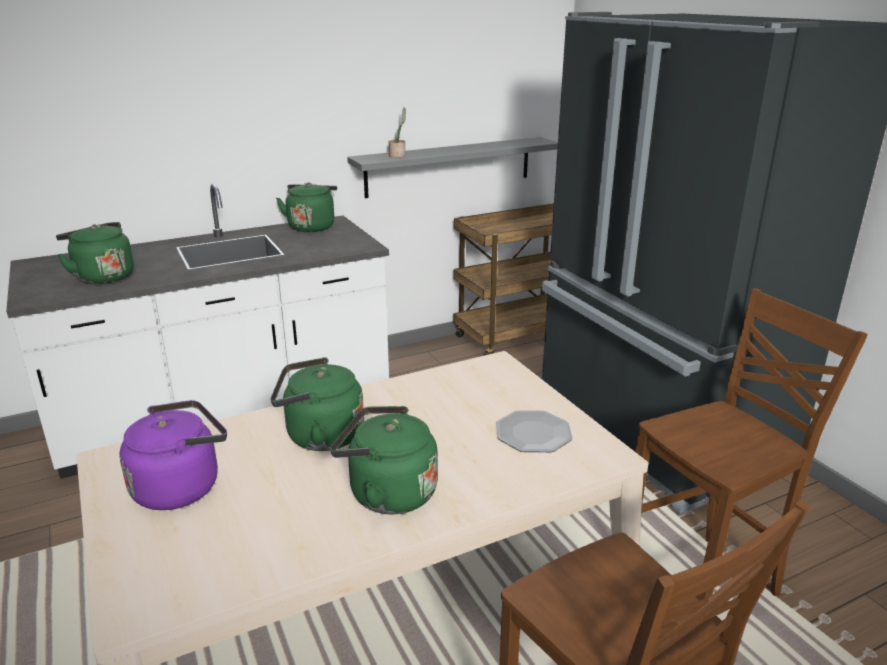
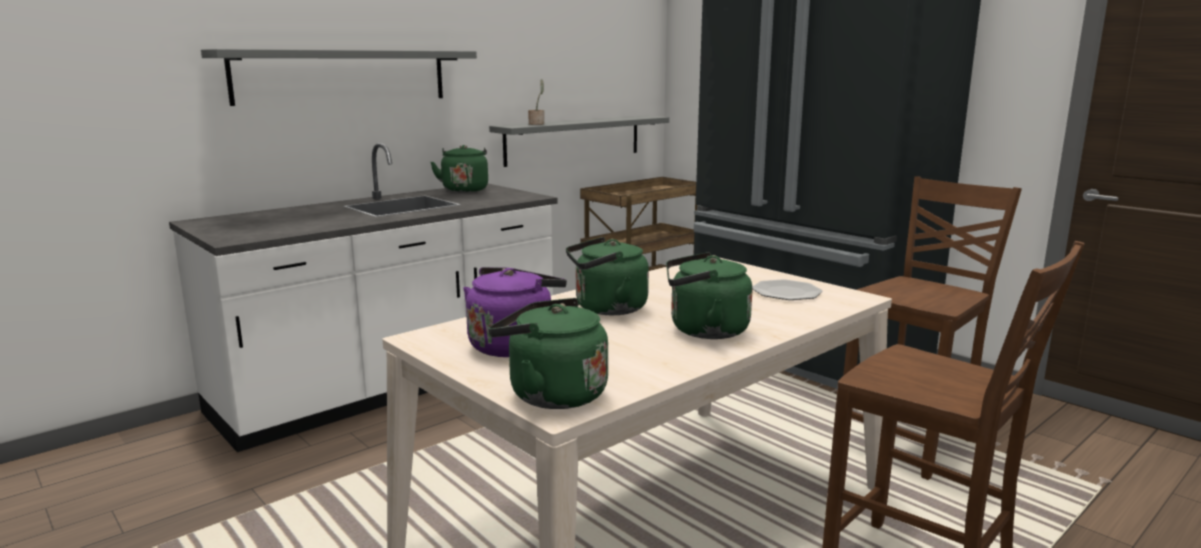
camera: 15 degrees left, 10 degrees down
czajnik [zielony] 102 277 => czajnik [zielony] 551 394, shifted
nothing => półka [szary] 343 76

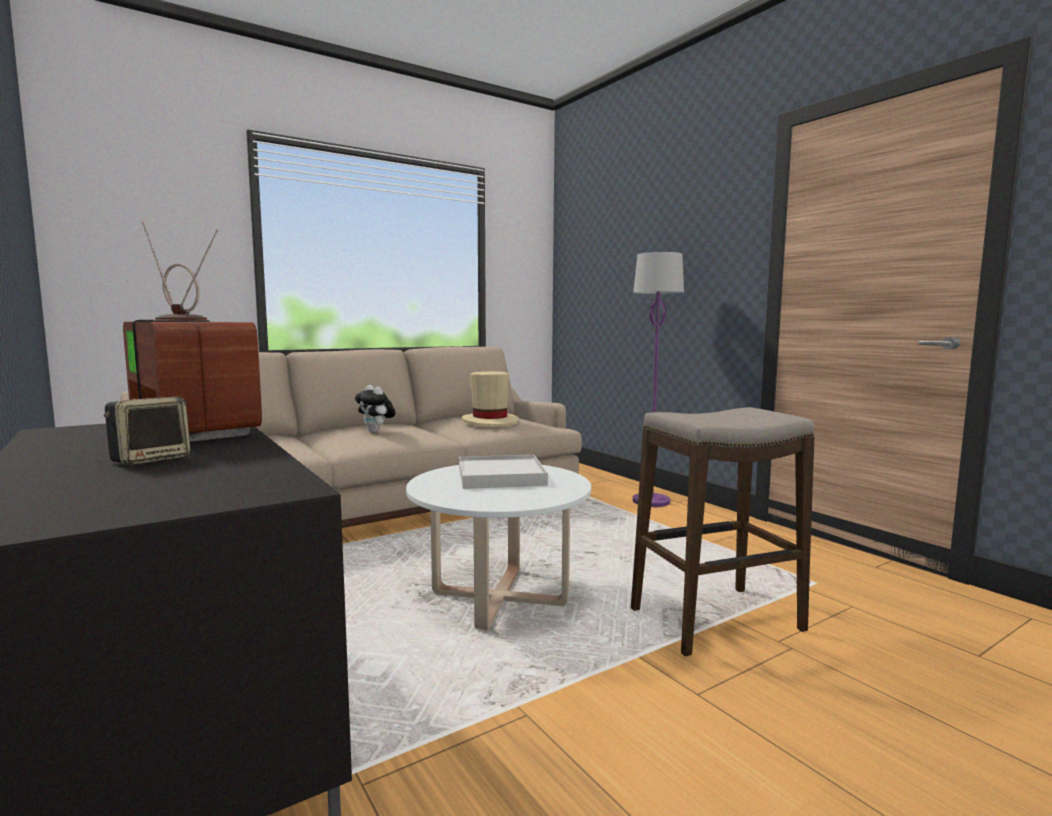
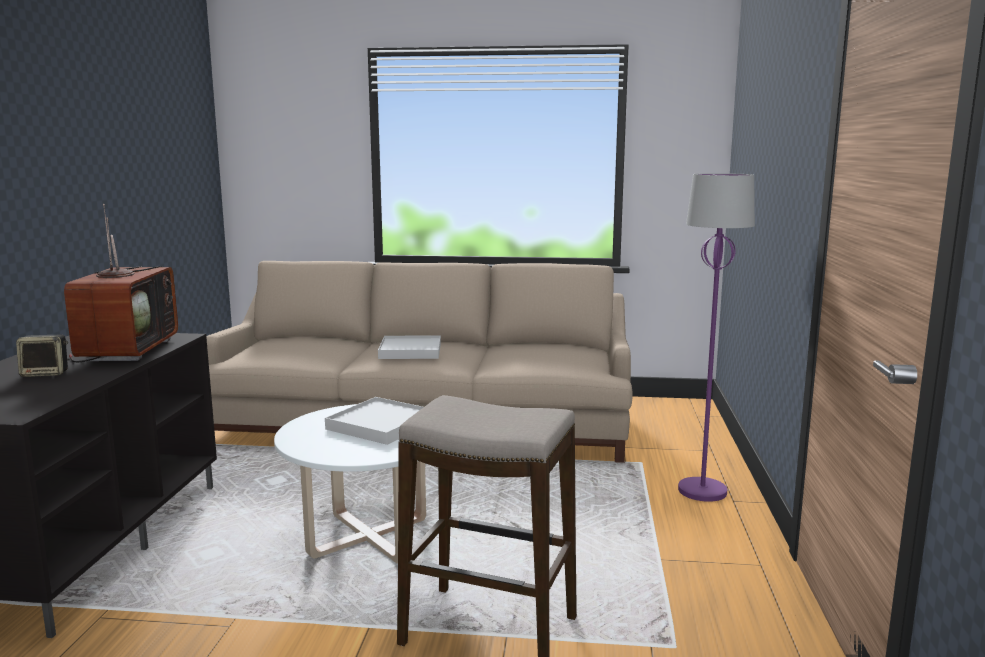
camera: 40 degrees right, 5 degrees up
kapelusz [beżowy] 490 422 => nothing
pluszak 376 432 => taca [biały] 410 351

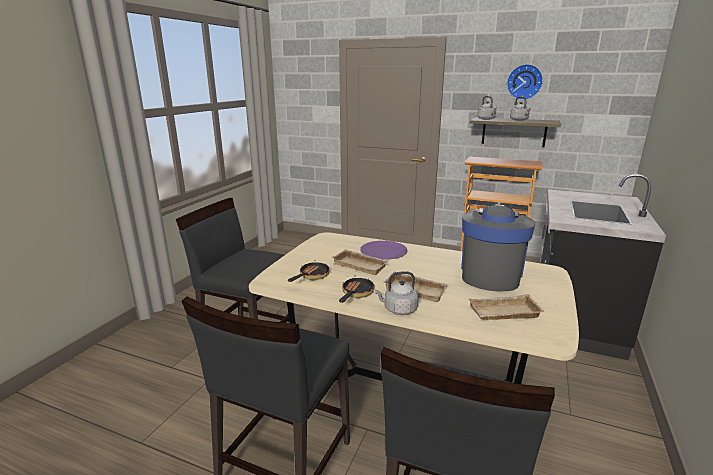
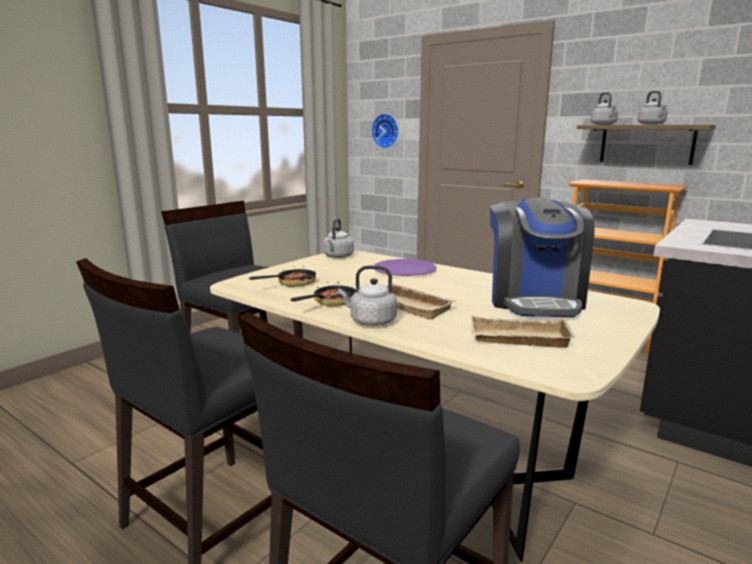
camera: 15 degrees right, 5 degrees down
zegar ścienny 524 82 => zegar ścienny 386 131, shifted
ekspres do kawy 490 274 => ekspres do kawy 534 300, 150 degrees clockwise
taca [beżowy] 361 265 => nothing
nothing => czajnik [szary] 338 256

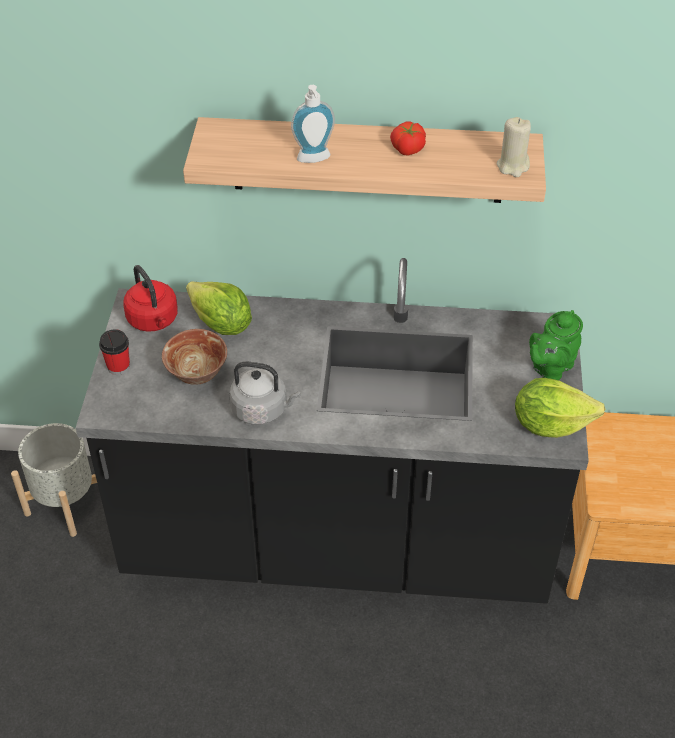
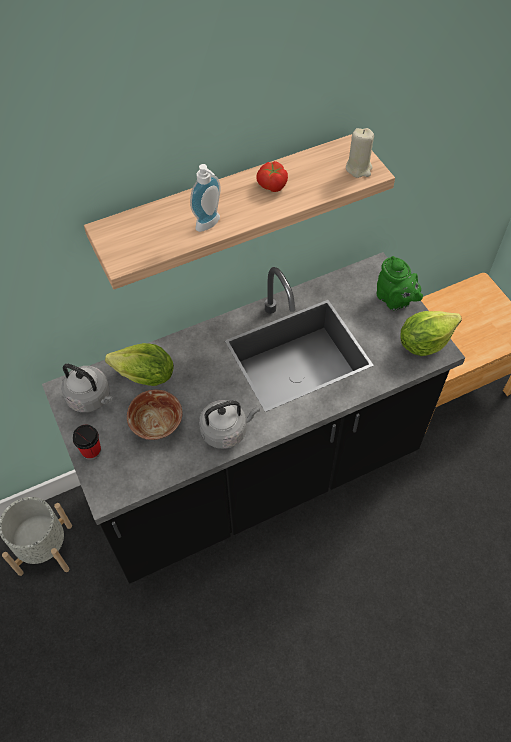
camera: 30 degrees left, 10 degrees up
czajnik [czerwony] 154 321 => czajnik [szary] 91 398
imbryk [zielony] 550 368 => imbryk [zielony] 395 300, 45 degrees counterclockwise

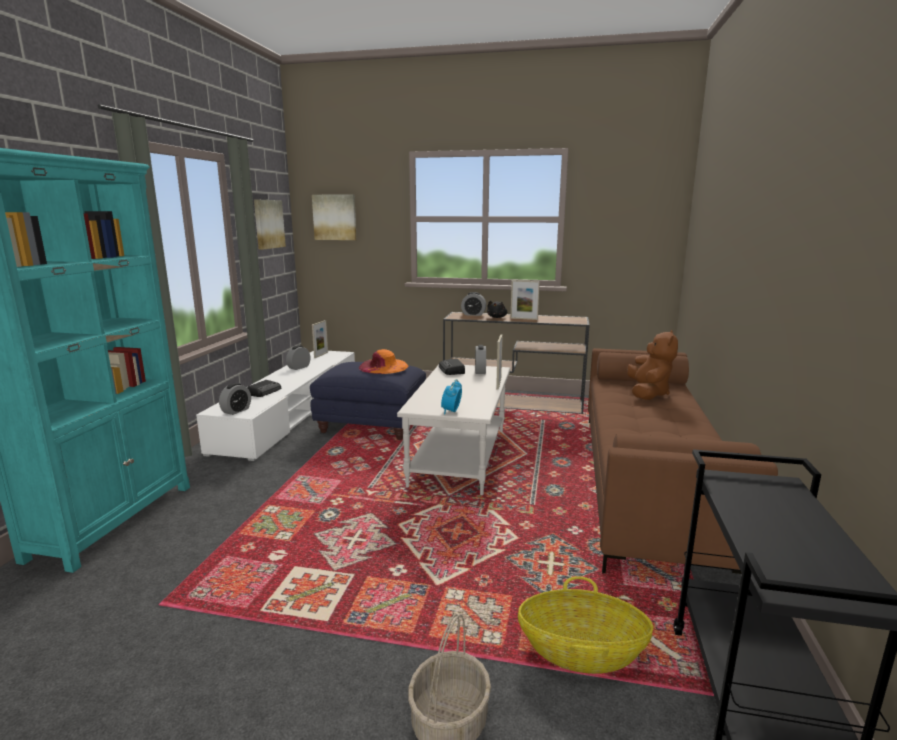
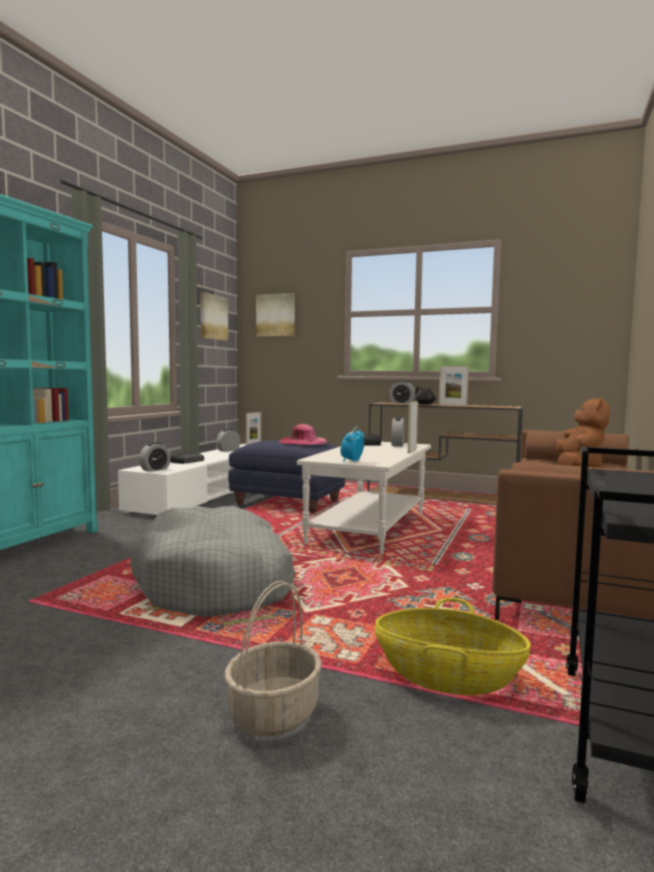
camera: 10 degrees right, 10 degrees down
kapelusz [pomarańczowy] 383 367 => kapelusz [różowy] 302 441
nothing => legowisko [szary] 216 583

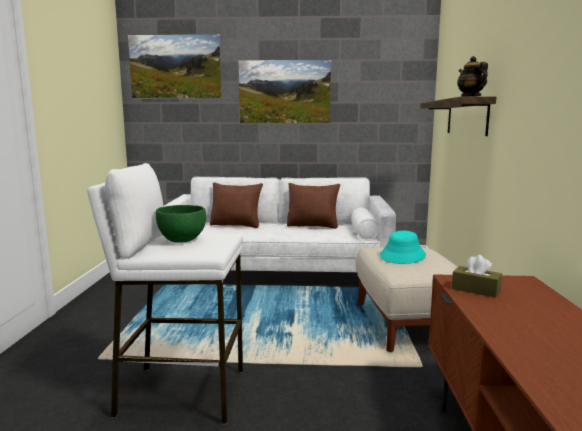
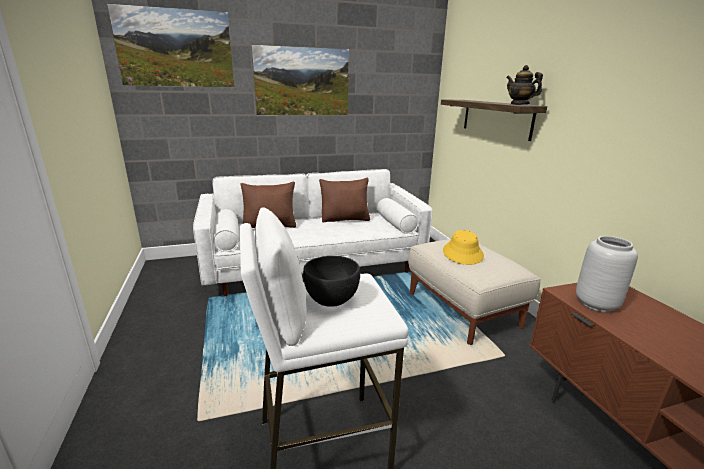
camera: 20 degrees left, 10 degrees up
miska [zielony] 182 240 => miska [czarny] 331 300
kapelusz [turkusowy] 403 256 => kapelusz [żółty] 463 253
pudełko chusteczek [brązowy] 475 289 => wazon [szary] 595 304

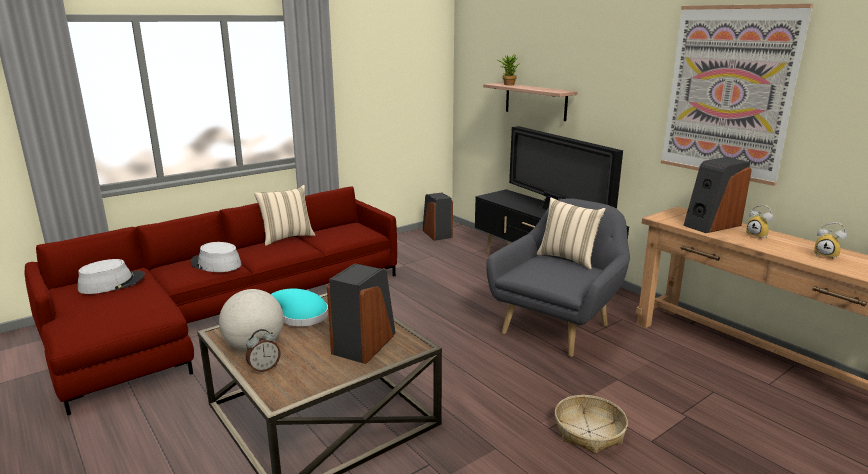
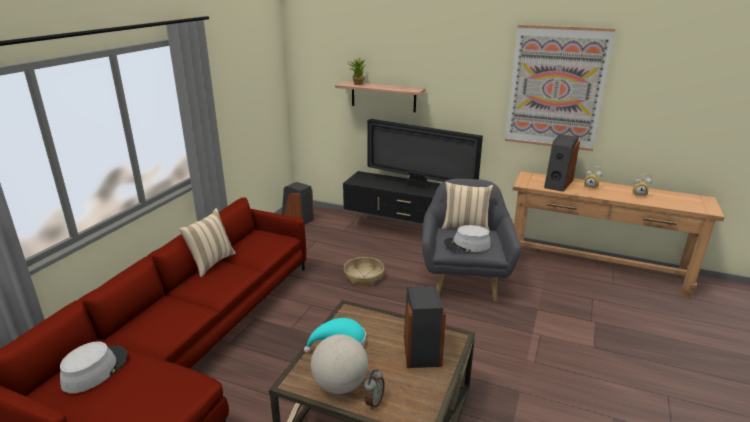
camera: 30 degrees left, 5 degrees up
kapelusz [szary] 215 264 => kapelusz [szary] 467 245, shifted
koszyk 589 431 => koszyk 364 276, shifted

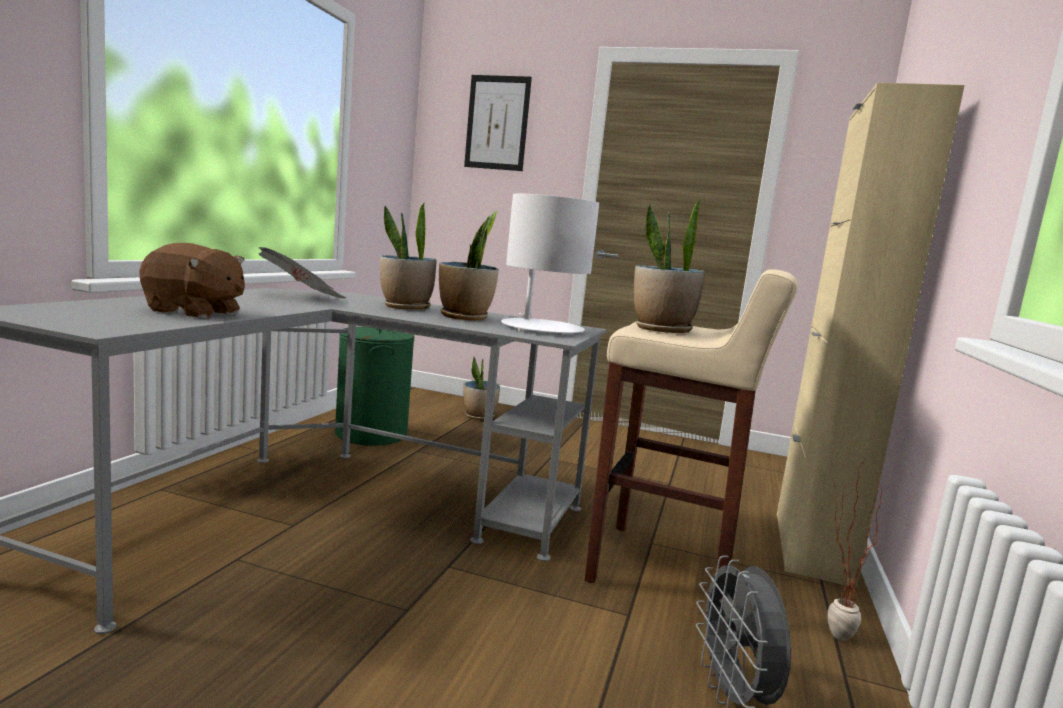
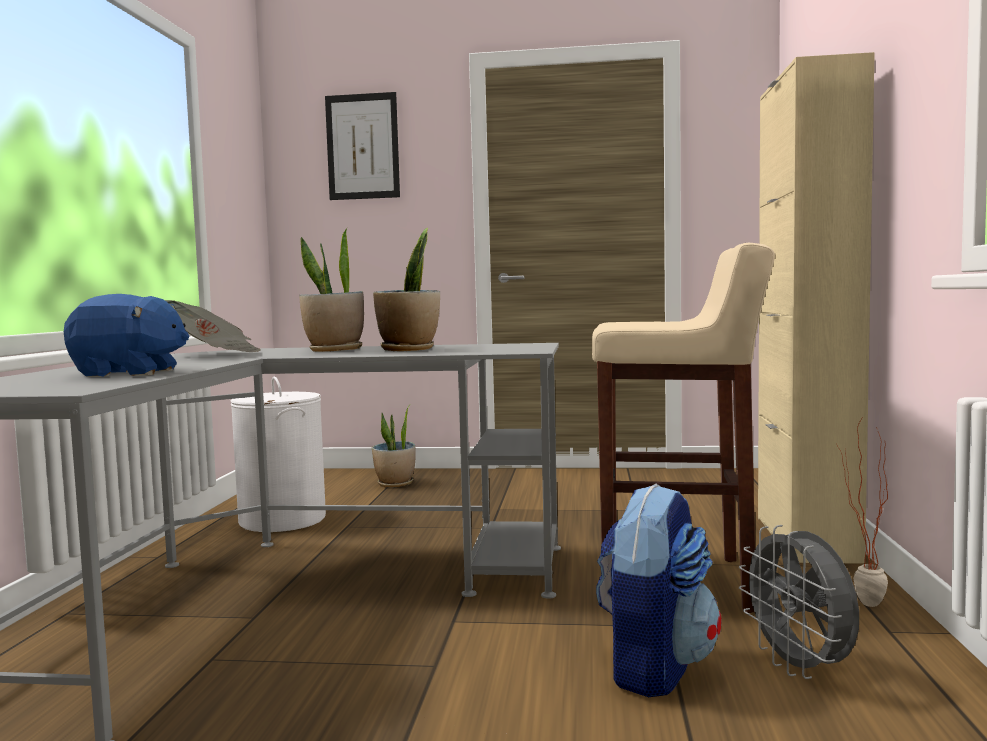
camera: 10 degrees left, 5 degrees down
lampa stołowa [biały] 541 328 => nothing
roślina doniczkowa 662 329 => nothing
pluszak [brązowy] 194 312 => pluszak [niebieski] 129 373
kosz na pranie [zielony] 371 434 => kosz na pranie [biały] 283 520
nothing => plecak 654 666

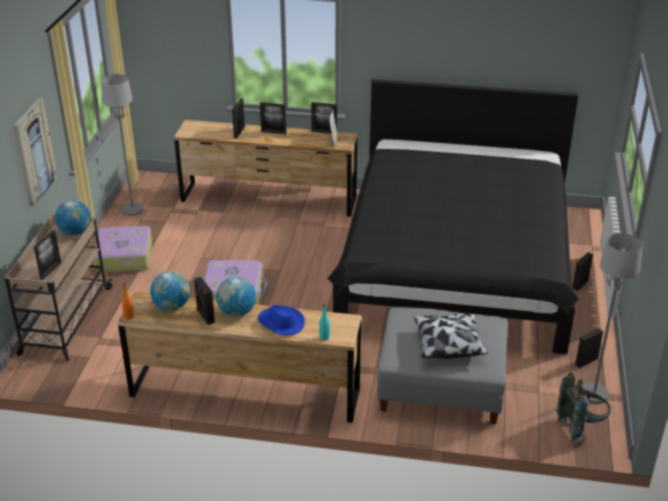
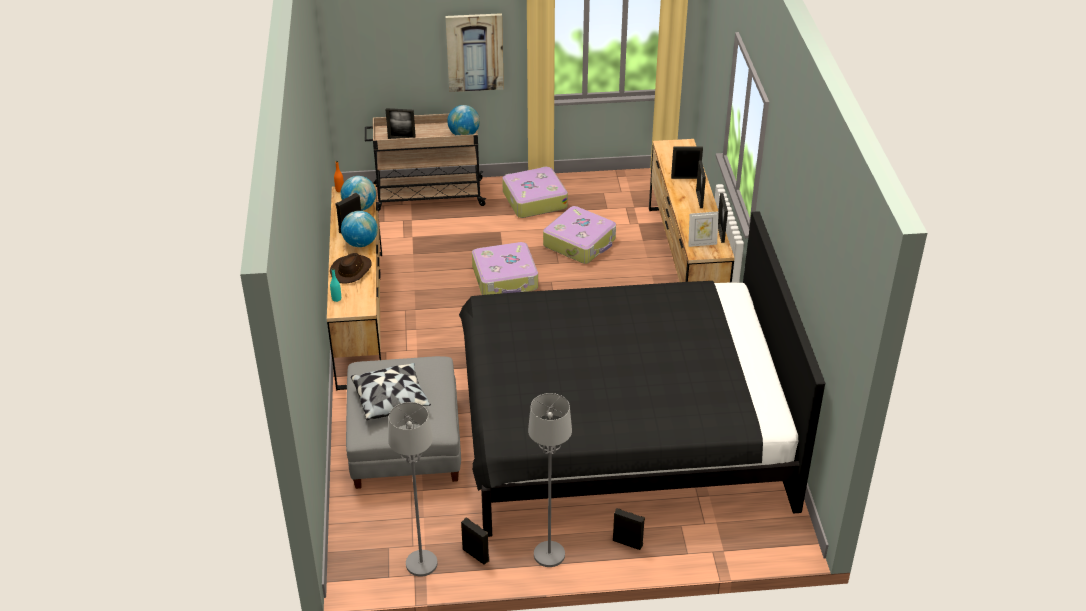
camera: 75 degrees right, 5 degrees up
lampa stojąca [szary] 132 210 => lampa stojąca [szary] 549 555, shifted
kapelusz [niebieski] 280 323 => kapelusz [brązowy] 351 270
plecak [szary] 581 426 => nothing
nothing => walizka 580 243

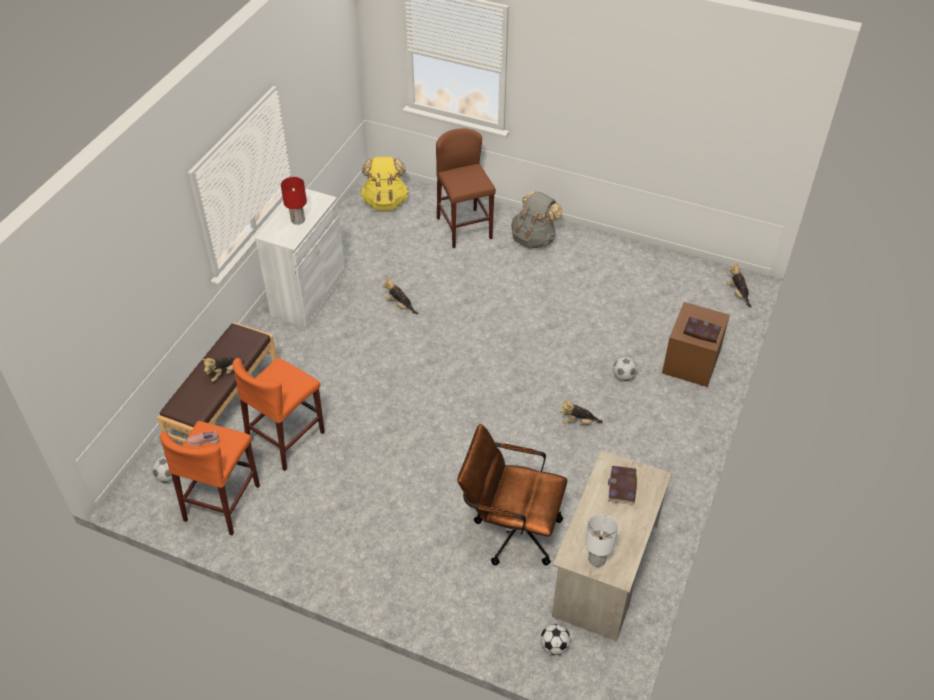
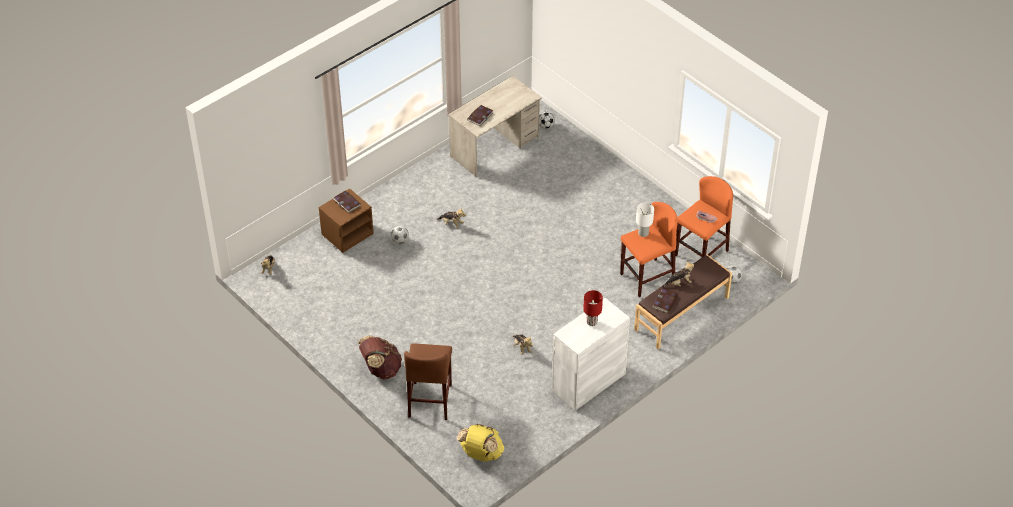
camera: 155 degrees left, 0 degrees up
plecak [szary] 534 239 => plecak [brązowy] 381 369
krzesło biurowe [brązowy] 510 530 => nothing
lampa stołowa [biały] 597 560 => lampa stołowa [biały] 643 233, shifted
nothing => książka 665 301

